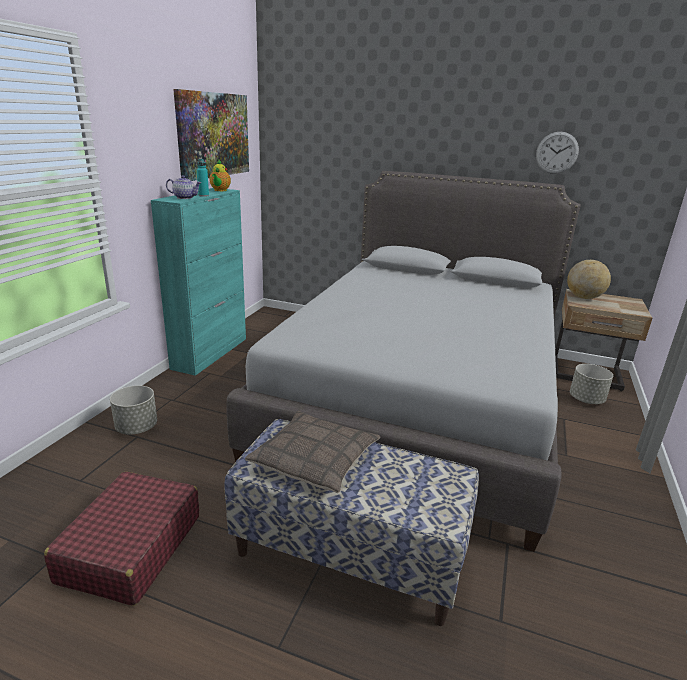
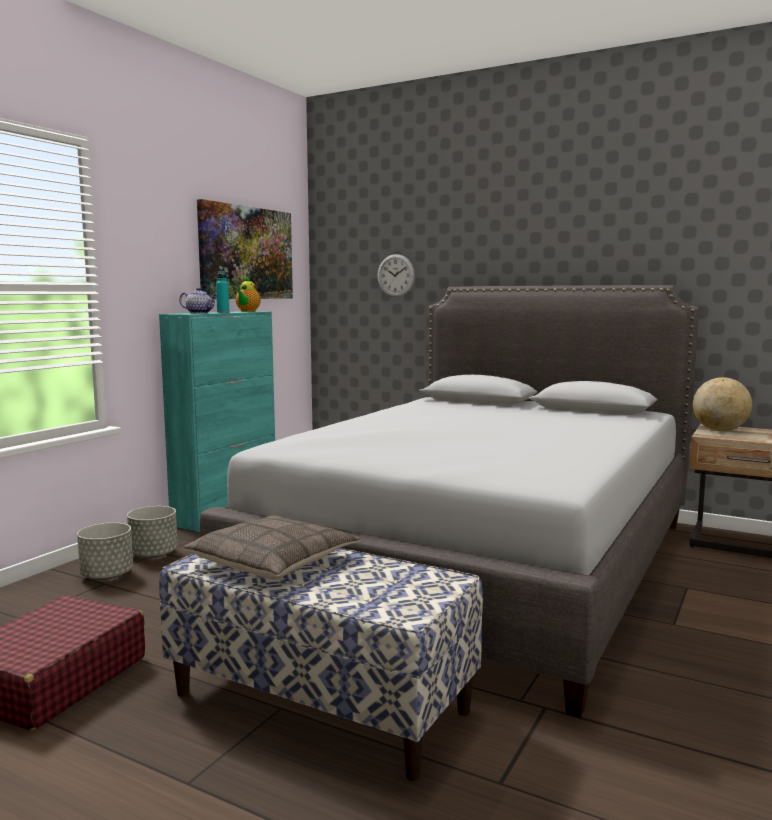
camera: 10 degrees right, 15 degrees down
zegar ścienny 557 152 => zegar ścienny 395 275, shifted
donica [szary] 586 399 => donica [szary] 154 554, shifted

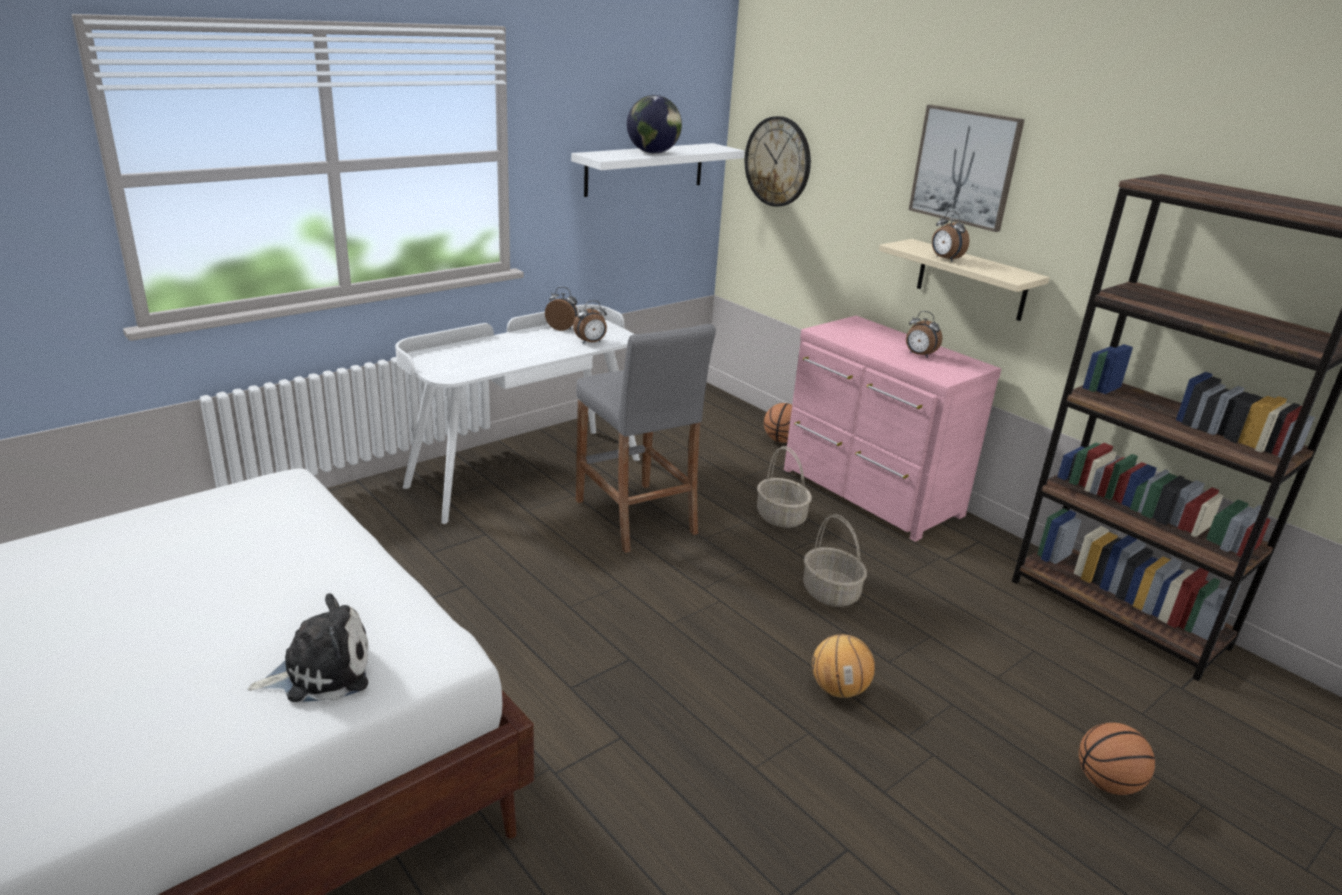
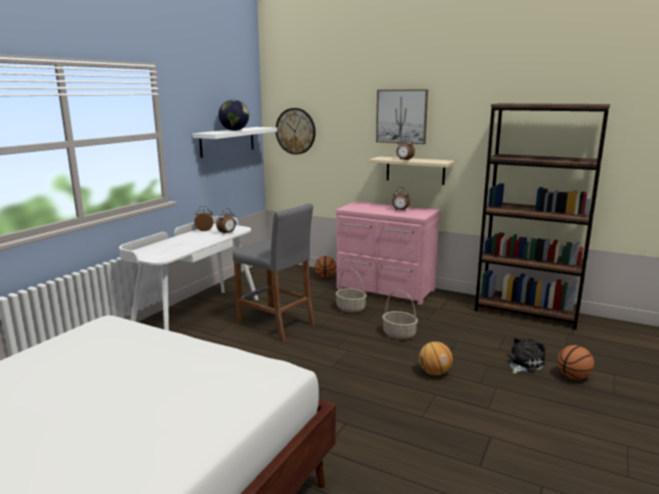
camera: 20 degrees left, 10 degrees down
pluszak 321 671 => pluszak 523 364, shifted

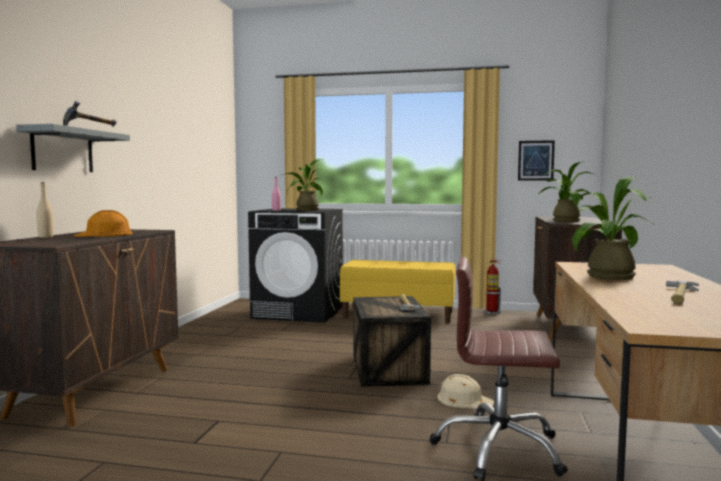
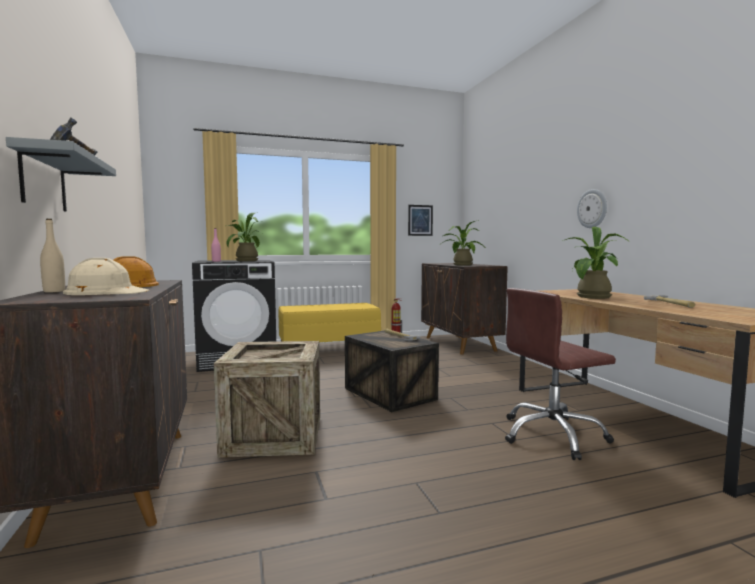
camera: 30 degrees left, 0 degrees up
kask [beżowy] 464 400 => kask [beżowy] 106 292, shifted
nothing => zegar ścienny 592 208
nothing => skrzynka 274 435

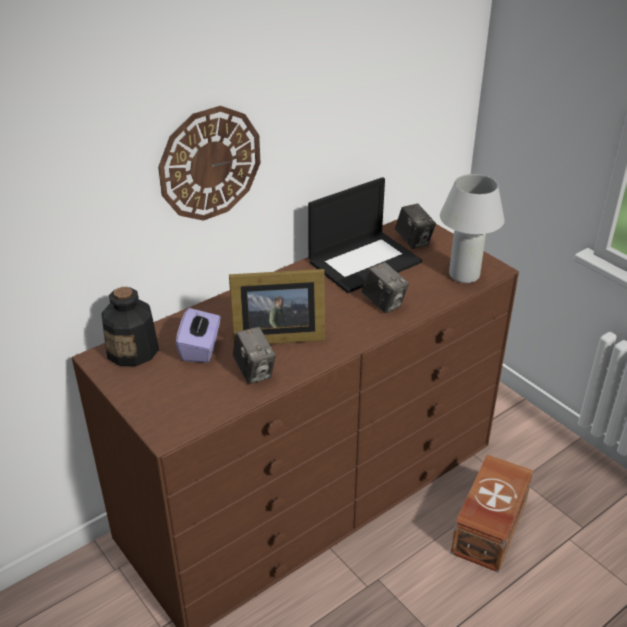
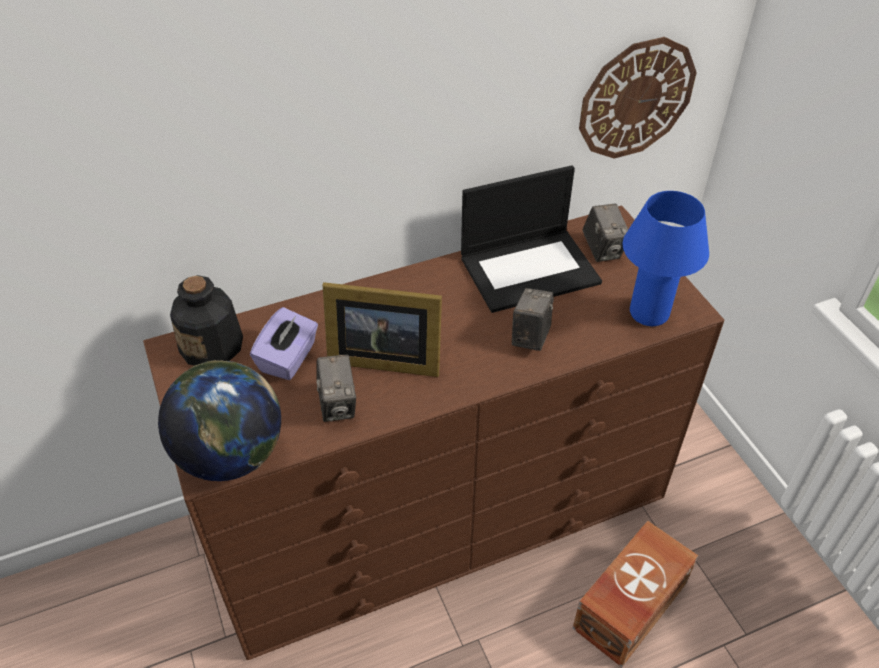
camera: 15 degrees right, 10 degrees up
zegar ścienny 210 163 => zegar ścienny 636 99, shifted
lampa stołowa [biały] 464 275 => lampa stołowa [niebieski] 649 313
aparat fotograficzny 383 303 => aparat fotograficzny 530 336, 135 degrees counterclockwise
nothing => globus 231 455

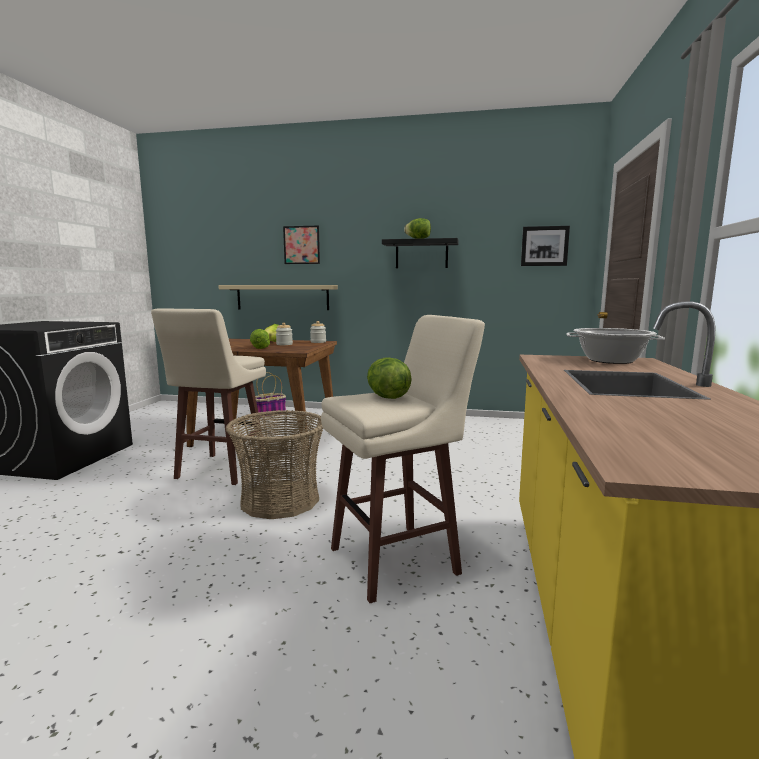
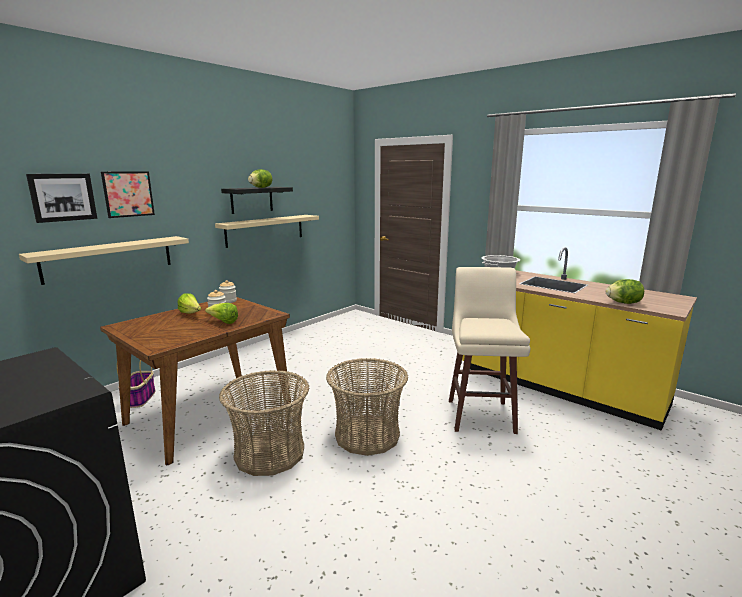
camera: 60 degrees left, 5 degrees up
obraz 544 246 => obraz 63 197, shifted
stołek [beżowy] 220 470 => koszyk 269 453
sałata 387 397 => sałata 623 303, shifted
nothing => półka [beżowy] 265 230

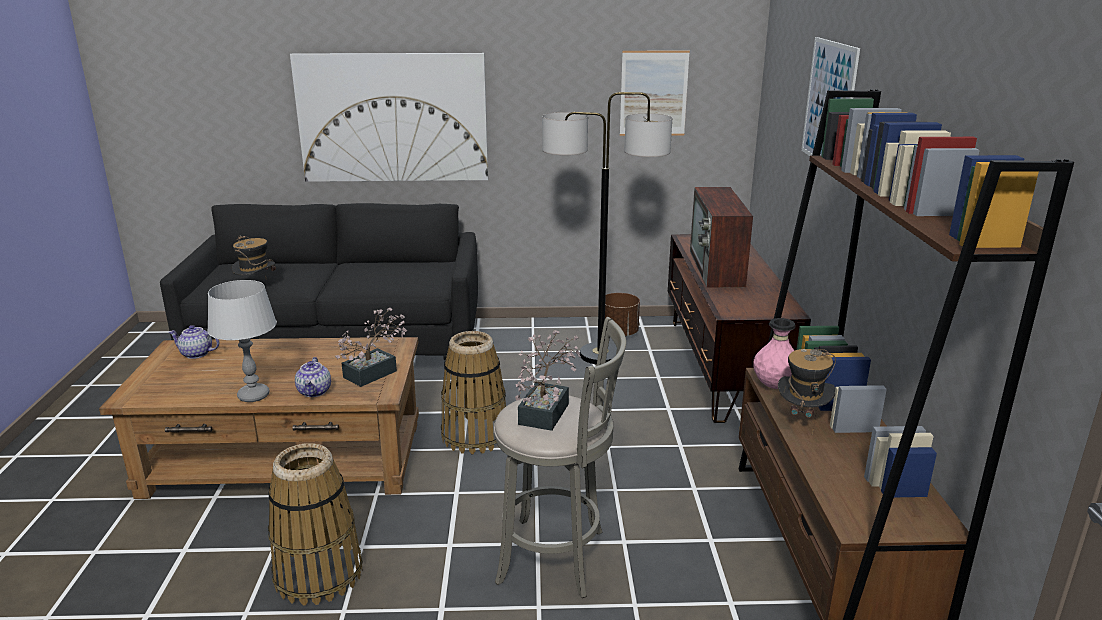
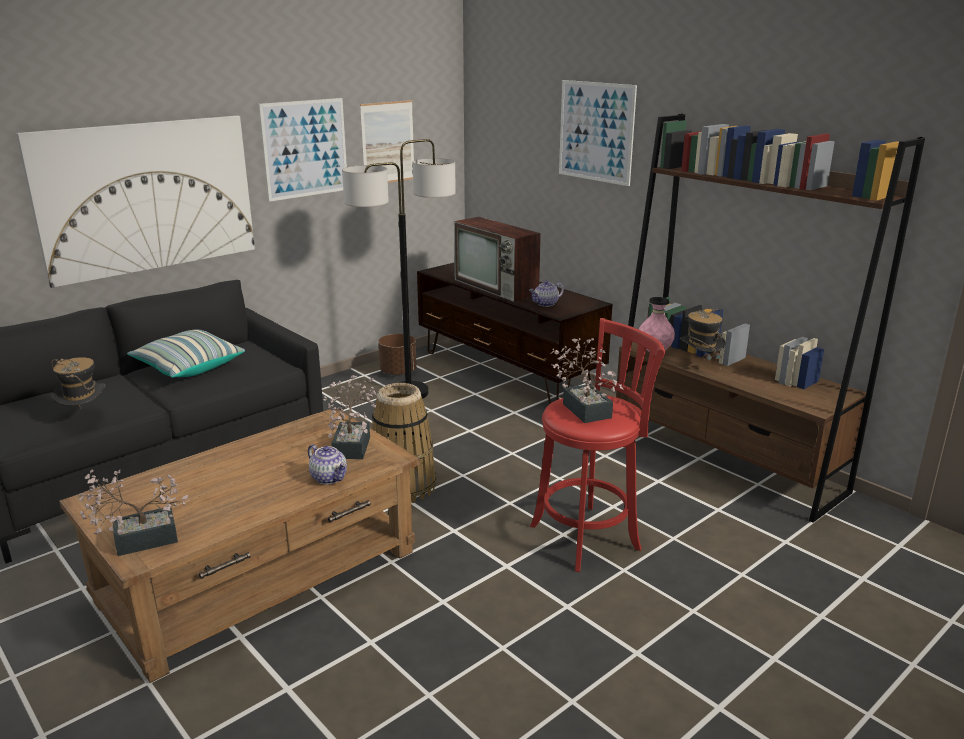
camera: 40 degrees left, 0 degrees up
lampa stołowa [szary] 254 396 => nothing
stołek [szary] 558 557 => stołek [czerwony] 589 536
imbryk 196 354 => imbryk 546 304, shifted
koszyk 319 574 => nothing
nothing => obraz 305 149
nothing => poduszka 188 367
nothing => roślina doniczkowa 138 540

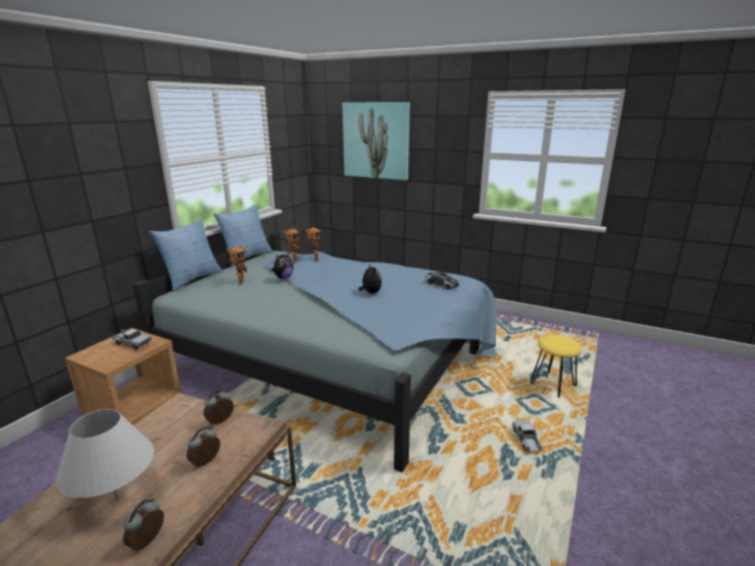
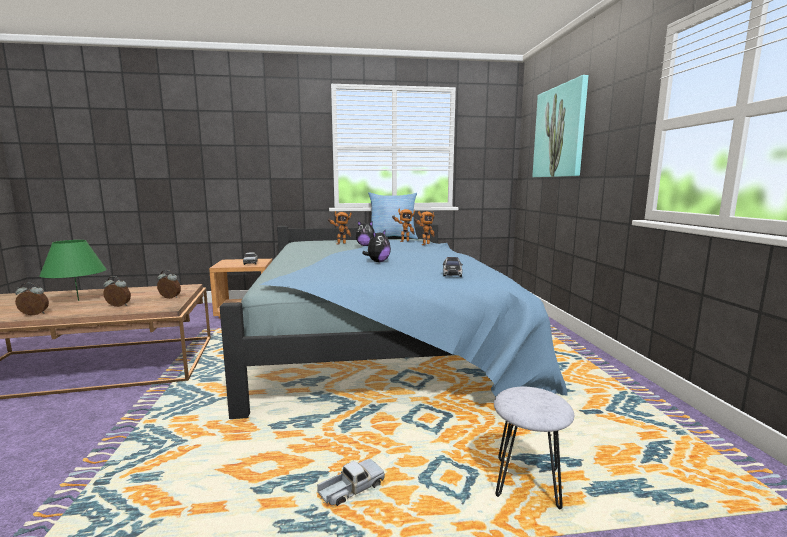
camera: 55 degrees right, 10 degrees down
poduszka 192 279 => nothing
stołek [żółty] 552 385 => stołek [szary] 526 484
lampa stołowa [biały] 117 499 => lampa stołowa [zielony] 78 300

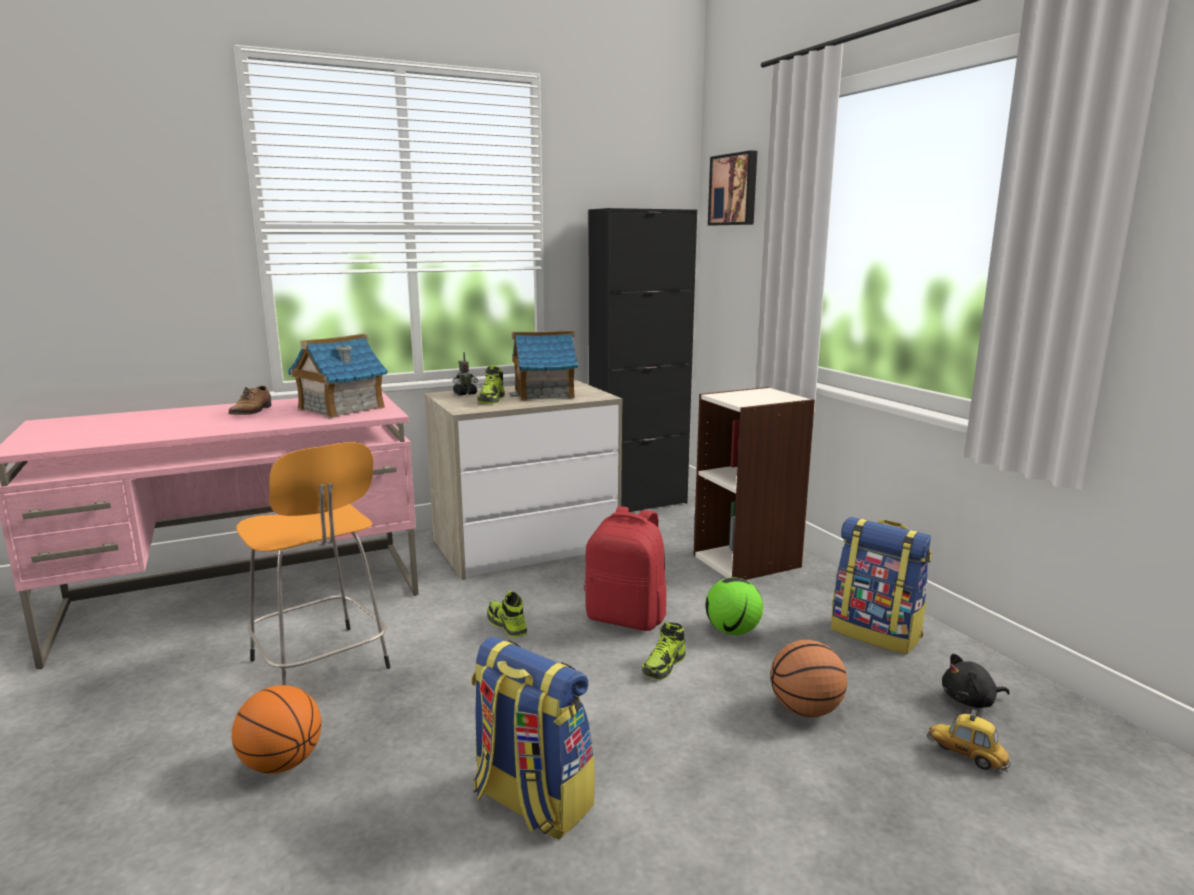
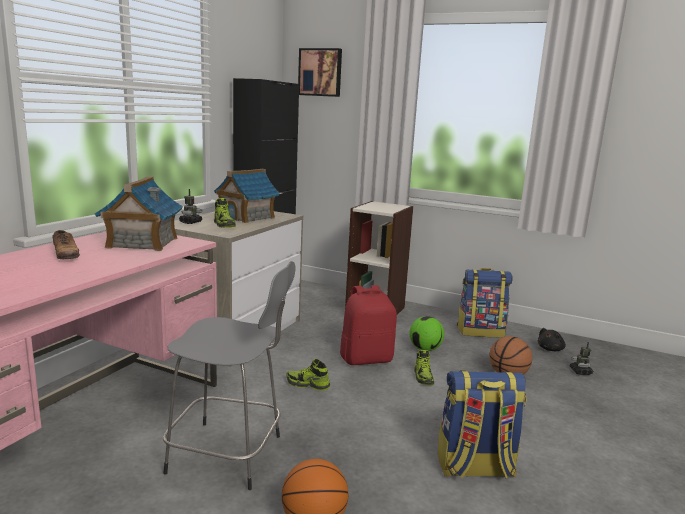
camera: 40 degrees left, 0 degrees up
stołek [pomarańczowy] 321 666 => stołek [szary] 229 455
samochodzik 966 756 => robot zabawkowy 580 372

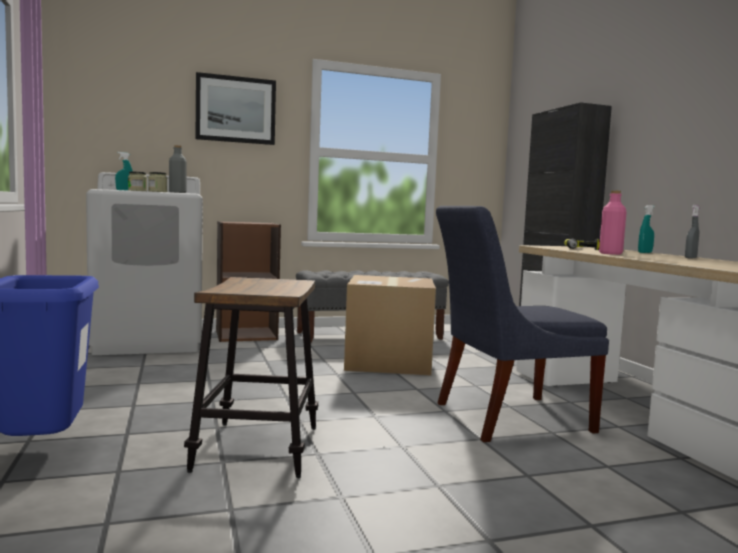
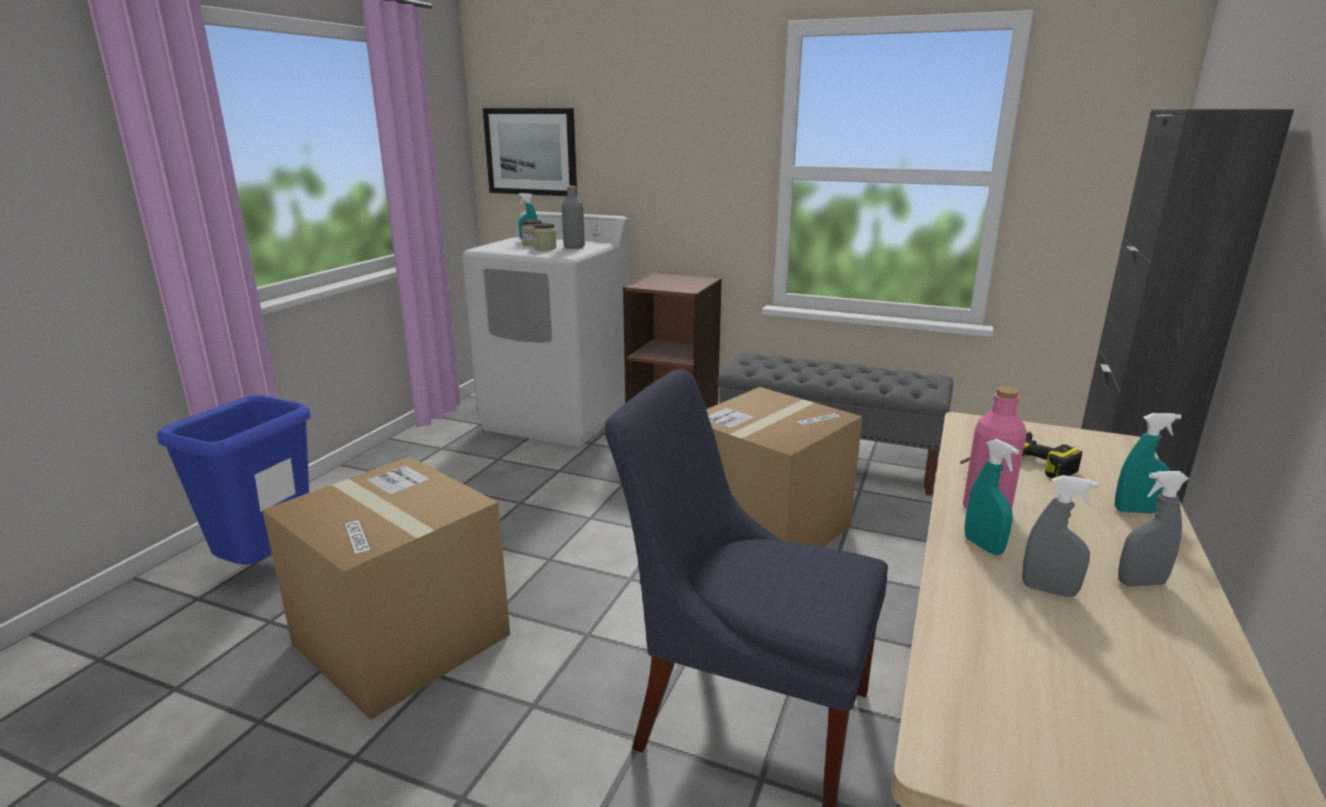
camera: 40 degrees right, 15 degrees up
obraz 236 109 => obraz 531 152, shifted
stołek 257 448 => karton 402 639
nothing => spryskiwacz [turkusowy] 983 546
nothing => spryskiwacz [szary] 1048 590

